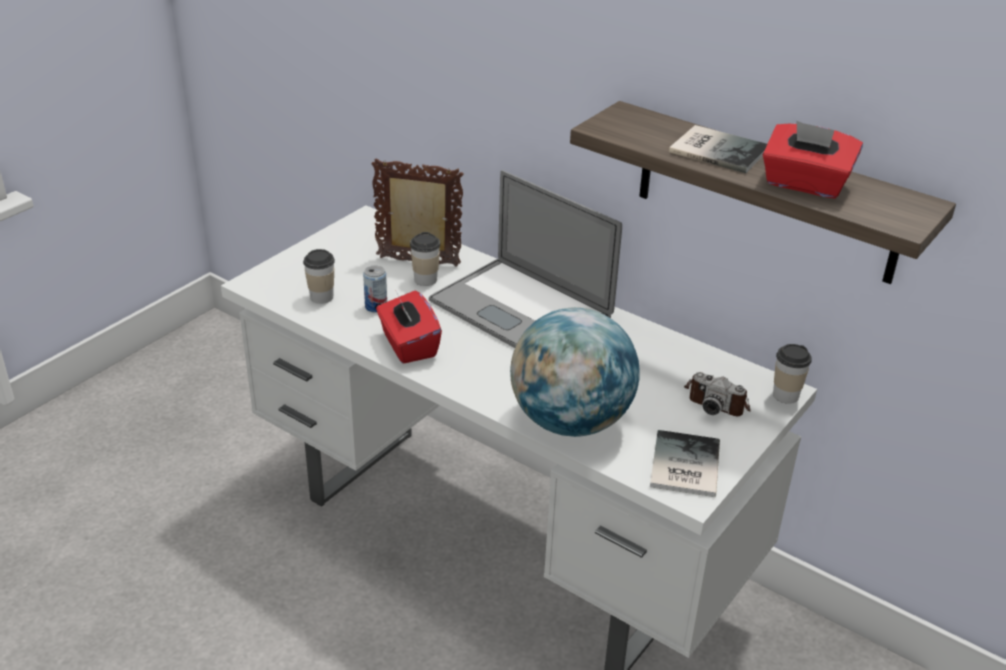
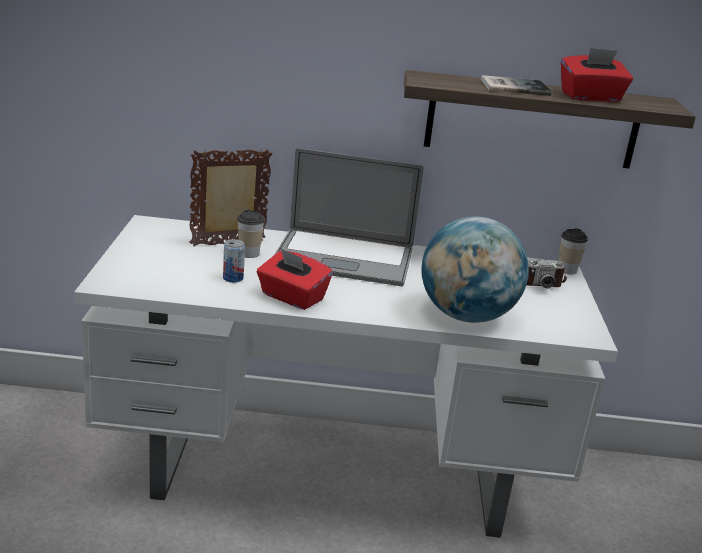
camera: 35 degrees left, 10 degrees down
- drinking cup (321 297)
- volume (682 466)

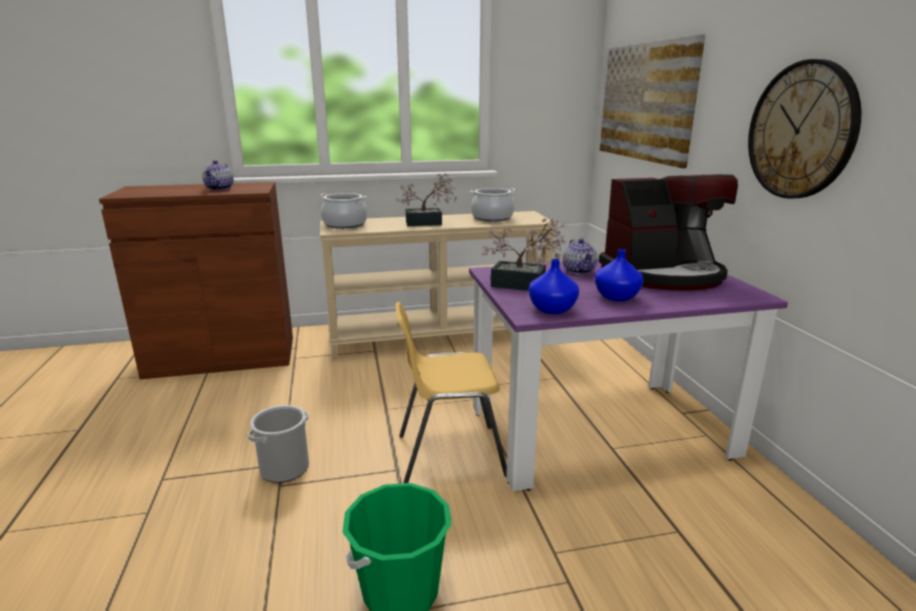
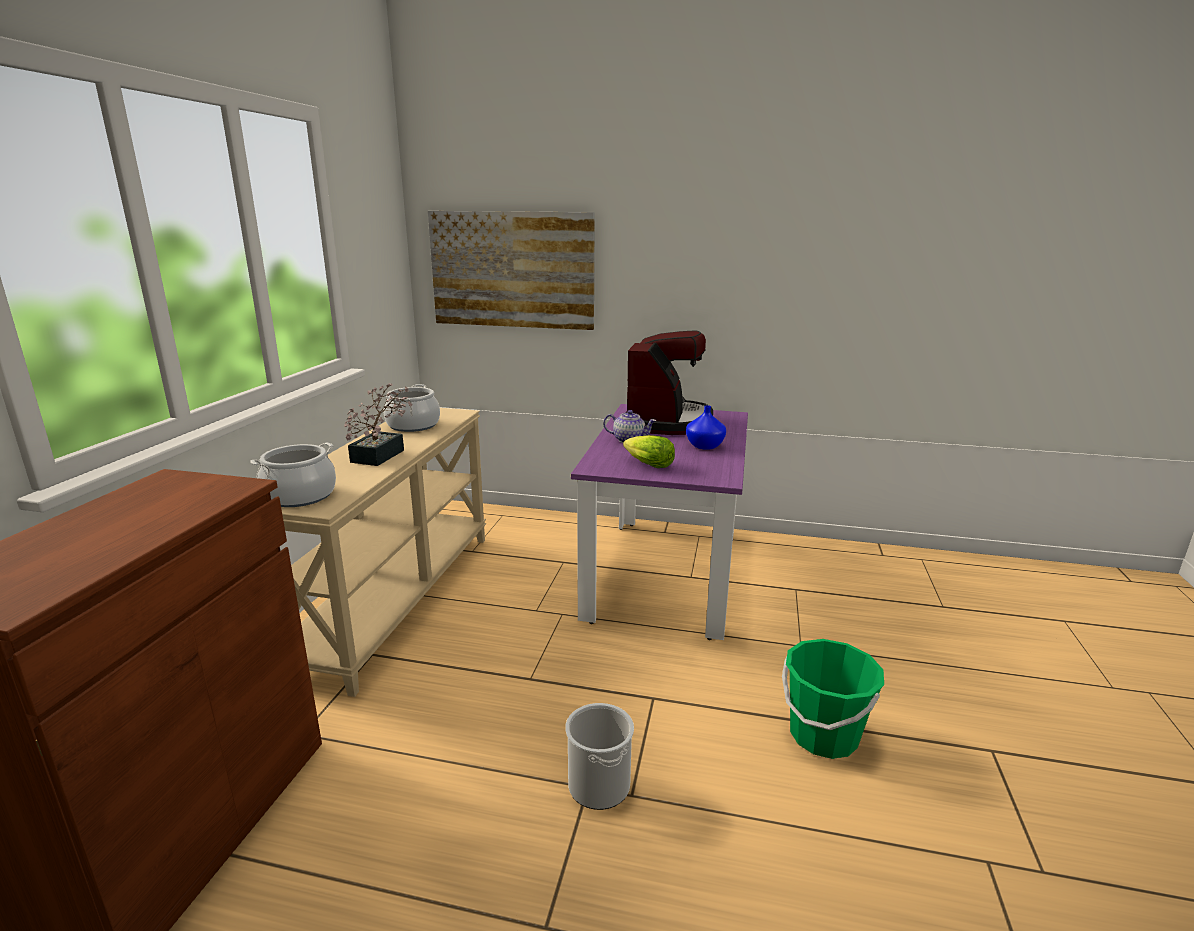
camera: 65 degrees left, 0 degrees up
- clock on the wall (801 131)
- pot for tea (220 188)
~ houseplant (524 285) to lettuce (648 465)
- bluish vase (552 310)
- yellowish upright chair (449 454)

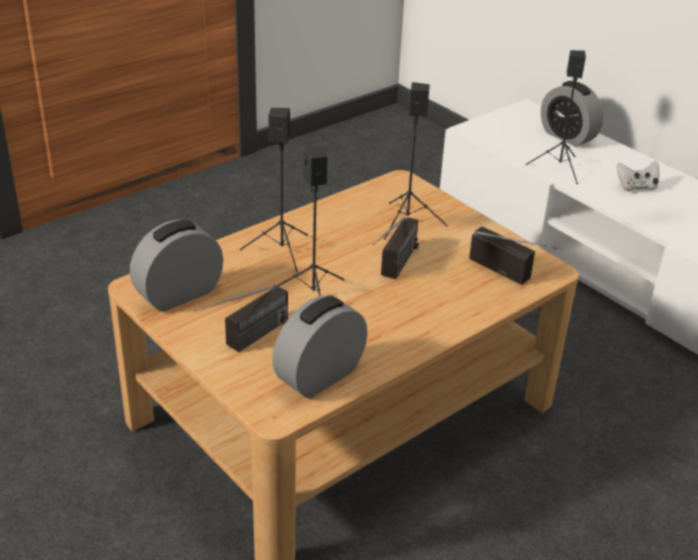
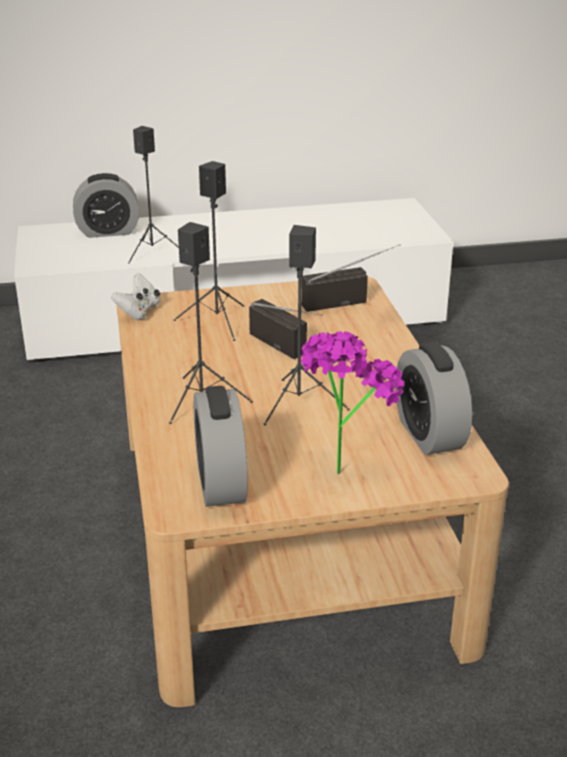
camera: 60 degrees left, 5 degrees down
~ white-coloured game controller (636 187) to (139 312)
~ radio set (245 342) to houseplant (343 462)

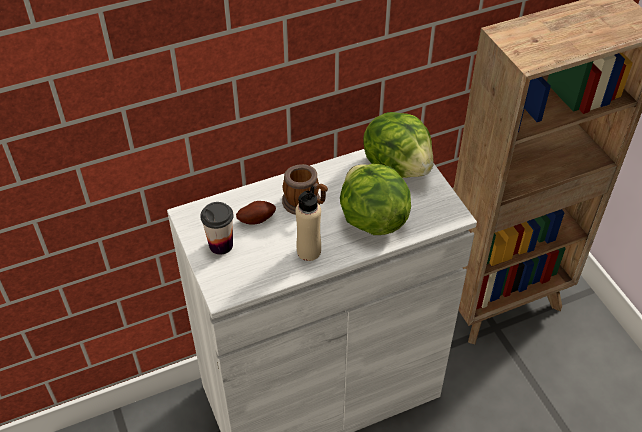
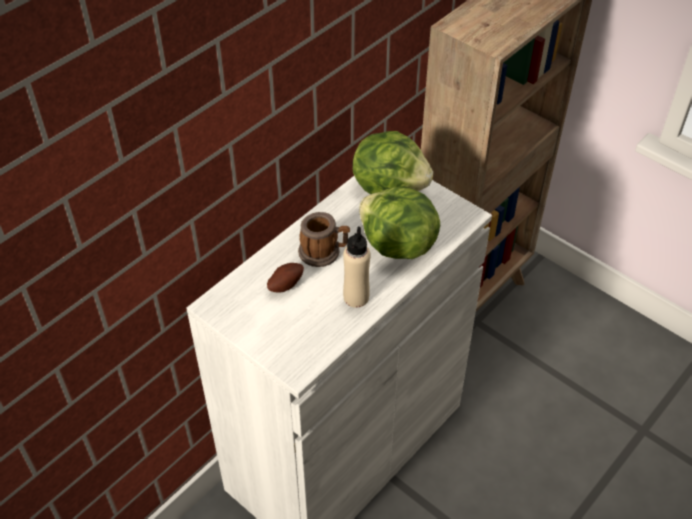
camera: 25 degrees left, 0 degrees up
- drinking cup (221 245)

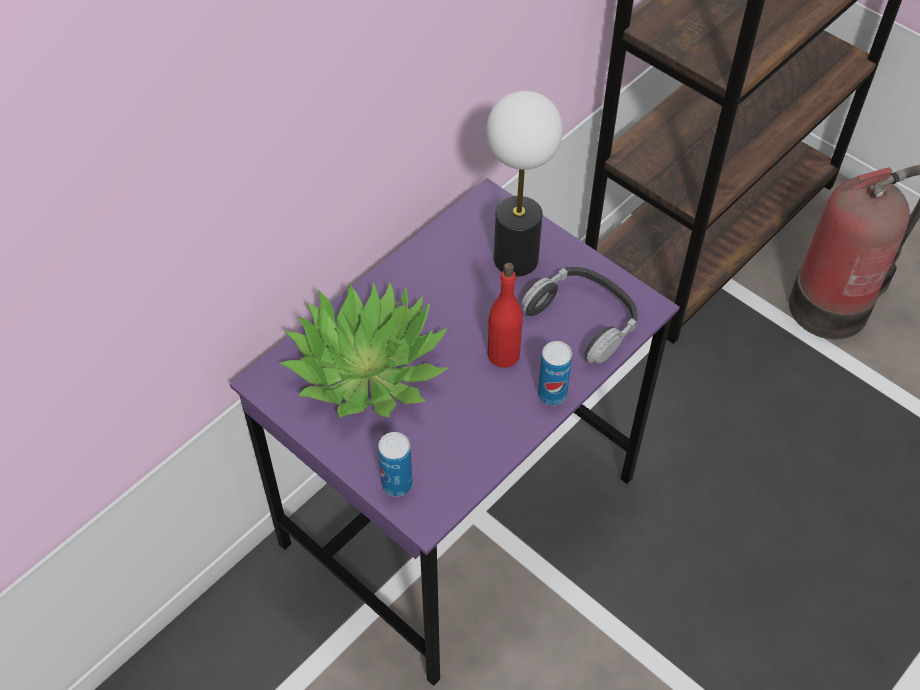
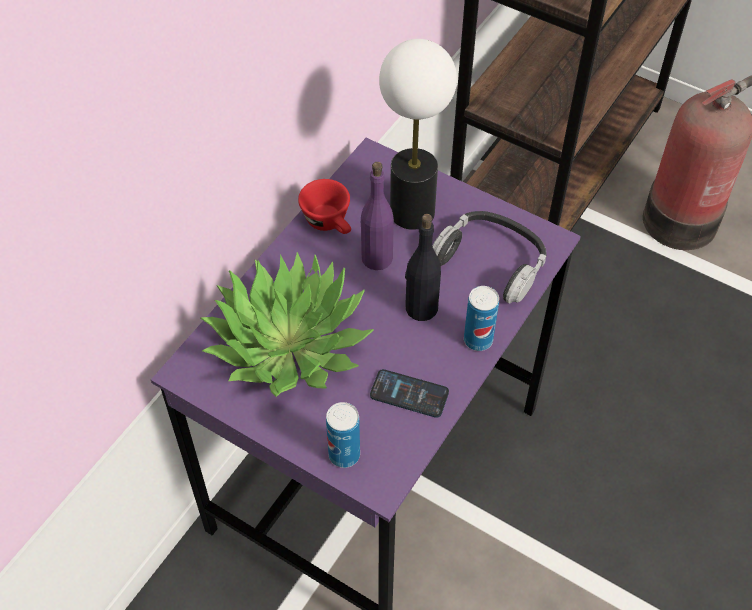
camera: 10 degrees left, 0 degrees up
~ reddish beverage bottle (503 354) to black-coloured beverage bottle (421 308)
+ purplish beverage bottle (376 258)
+ reddish drinking cup (330 223)
+ phone (409 394)

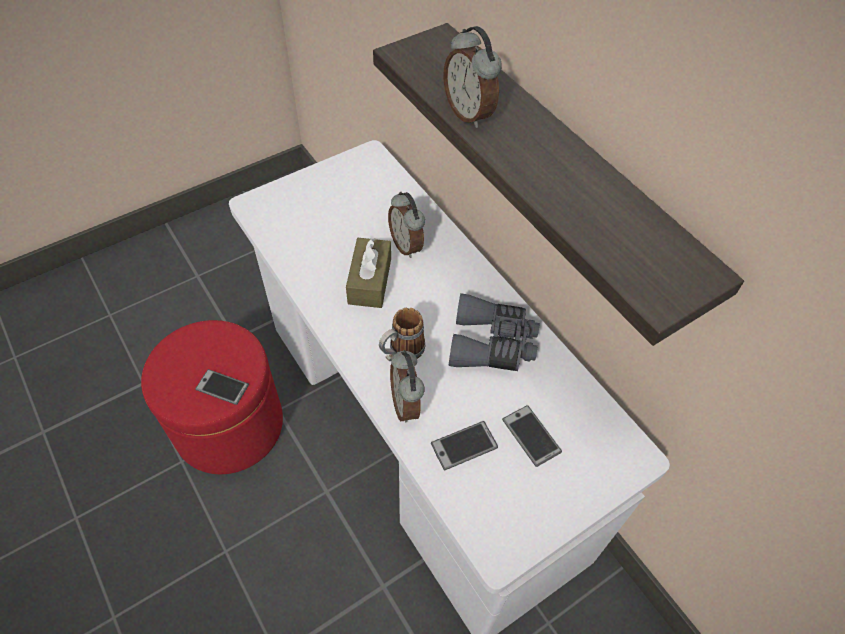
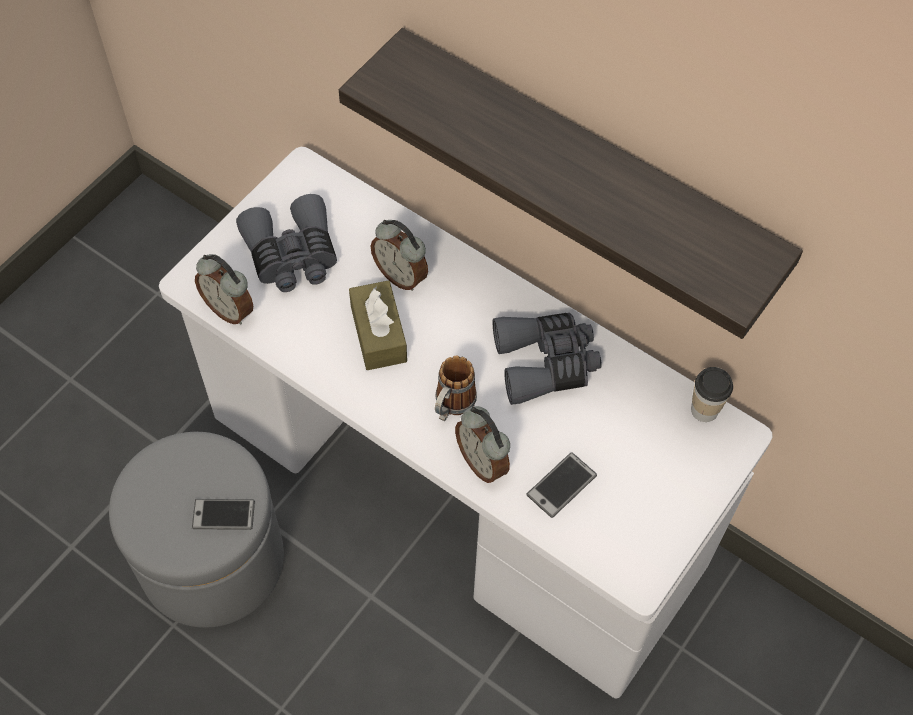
camera: 20 degrees left, 5 degrees up
~ bedside clock (469 113) to (230 309)
~ reddish footrest (229 425) to gray footrest (212 560)
- phone (531 436)
+ gray binoculars (292 255)
+ drinking cup (704 409)

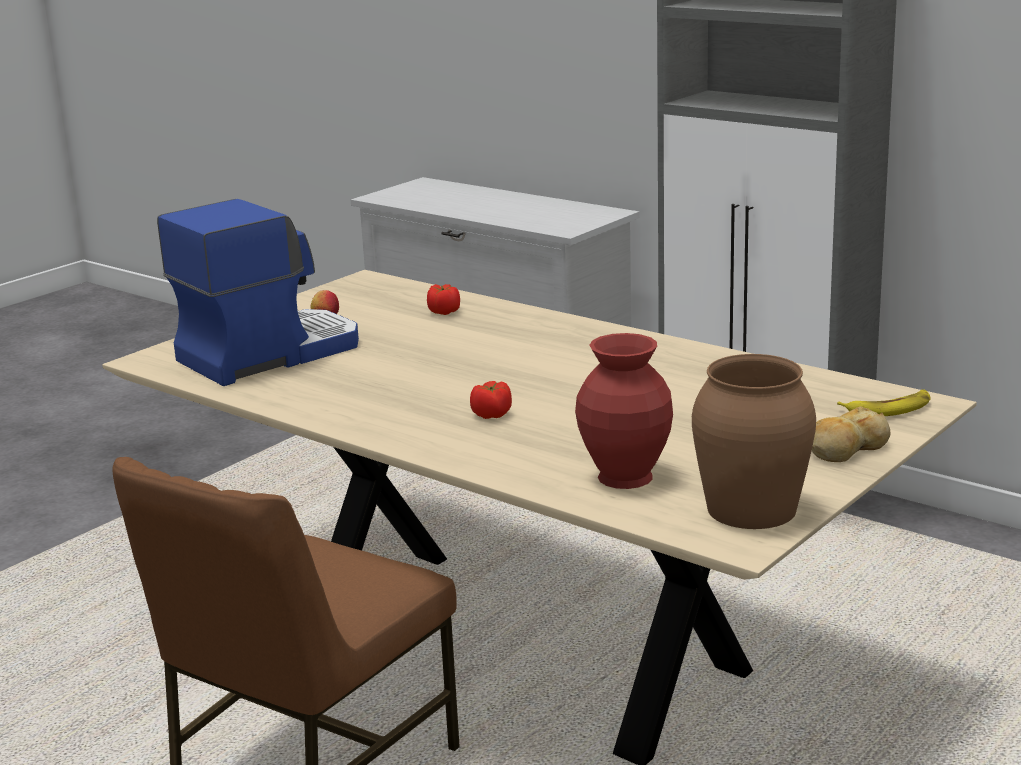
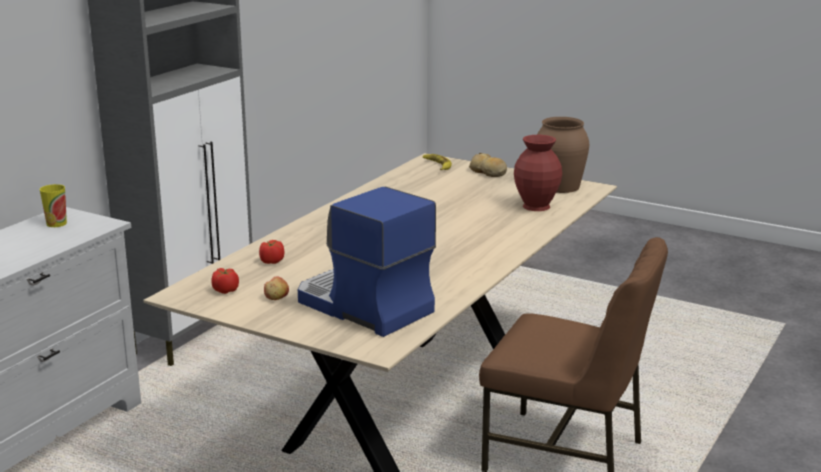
camera: 100 degrees left, 0 degrees up
~ fresh tomato (492 415) to (225 290)
+ drinking cup (56 223)

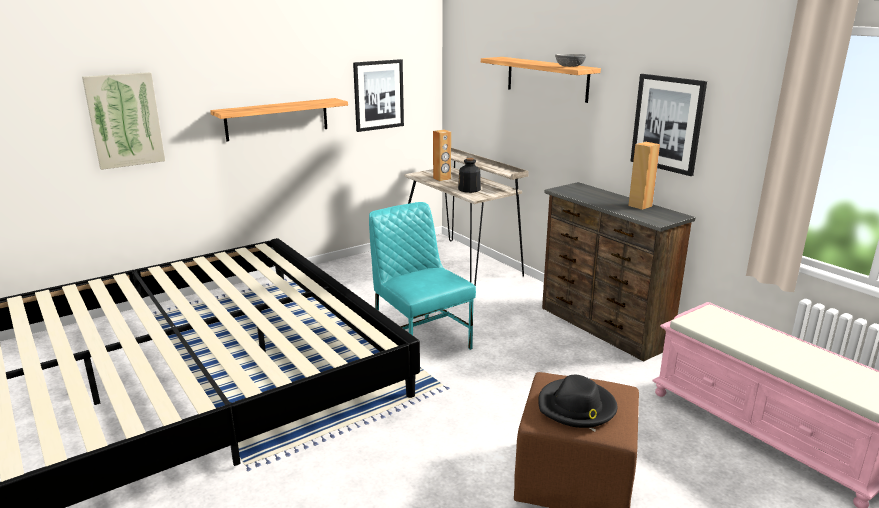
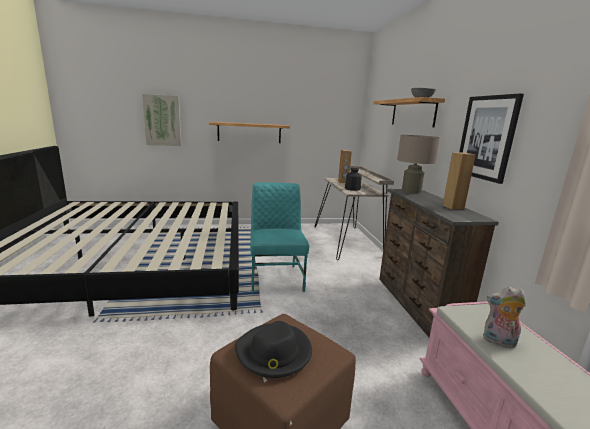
camera: 25 degrees right, 5 degrees down
- wall art (378 95)
+ beige tabletop lamp (411 191)
+ soft toy (498 341)

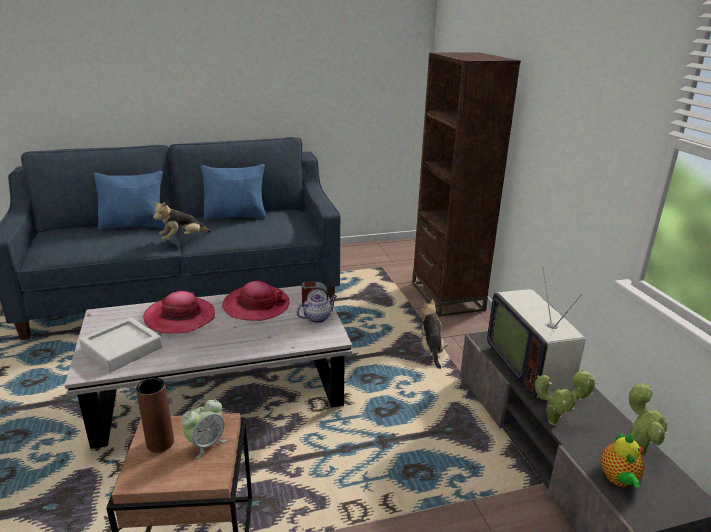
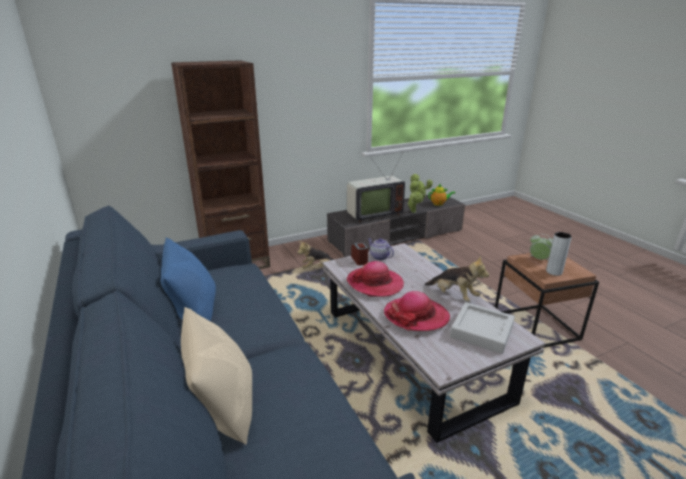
camera: 100 degrees left, 0 degrees up
~ bluish throw pillow (134 225) to beige throw pillow (222 407)
~ soft toy (182 239) to (454 295)
~ brown vase (160 443) to gray vase (554 272)

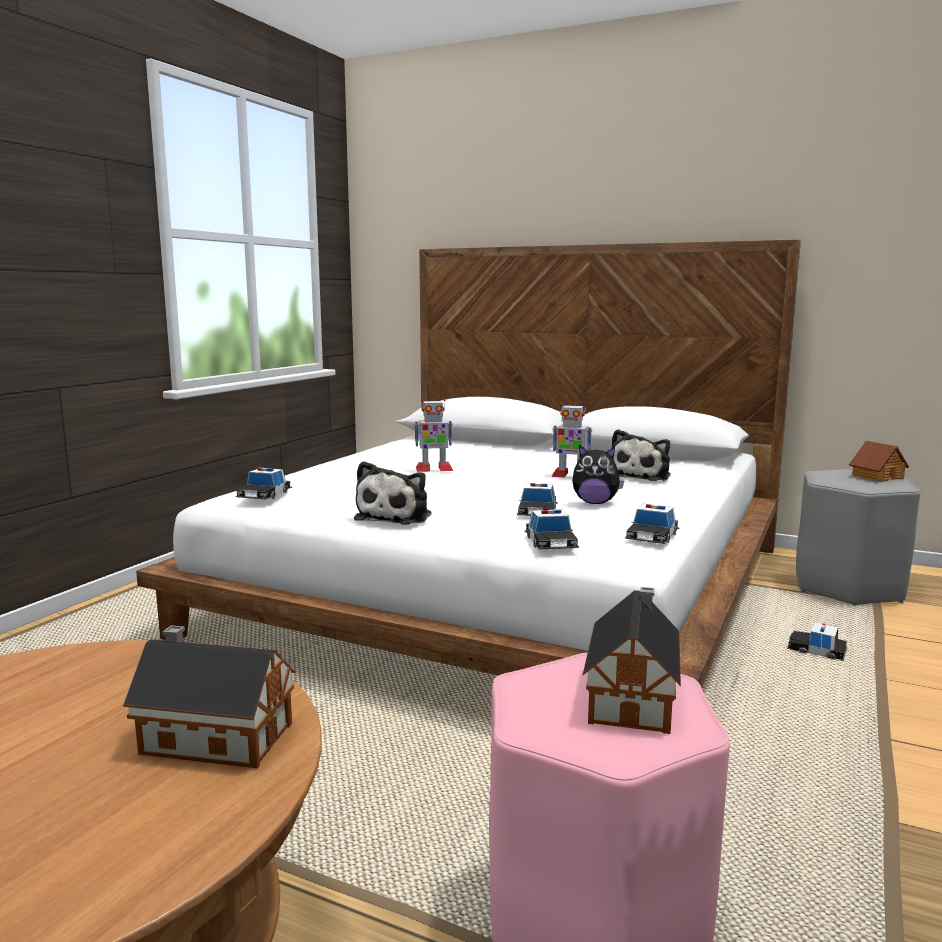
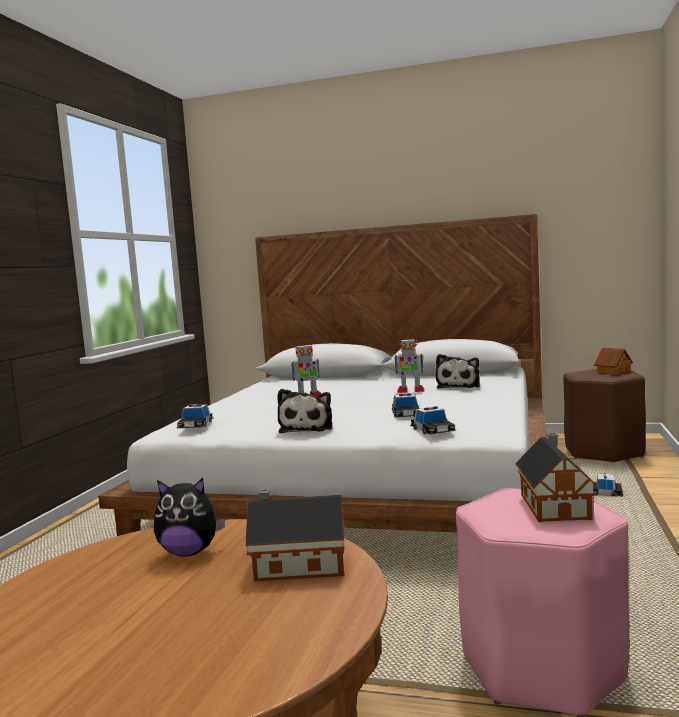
camera: 10 degrees left, 5 degrees down
~ soft toy (595 503) to (189 552)
~ gray sitting stool (848 587) to brown sitting stool (604 452)
- model car (652 536)

